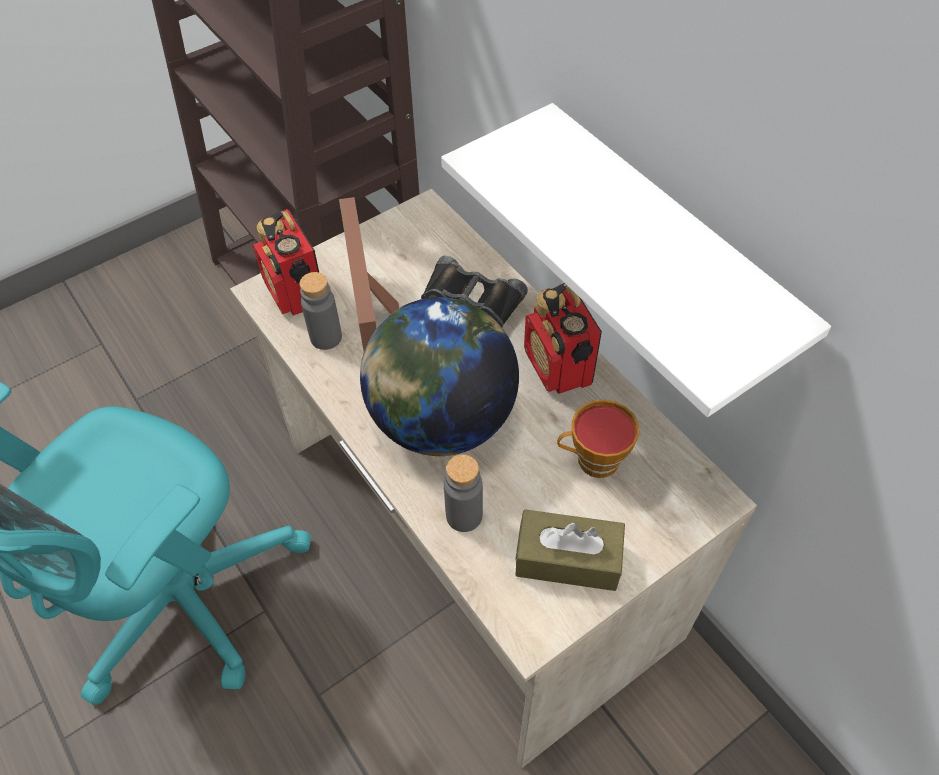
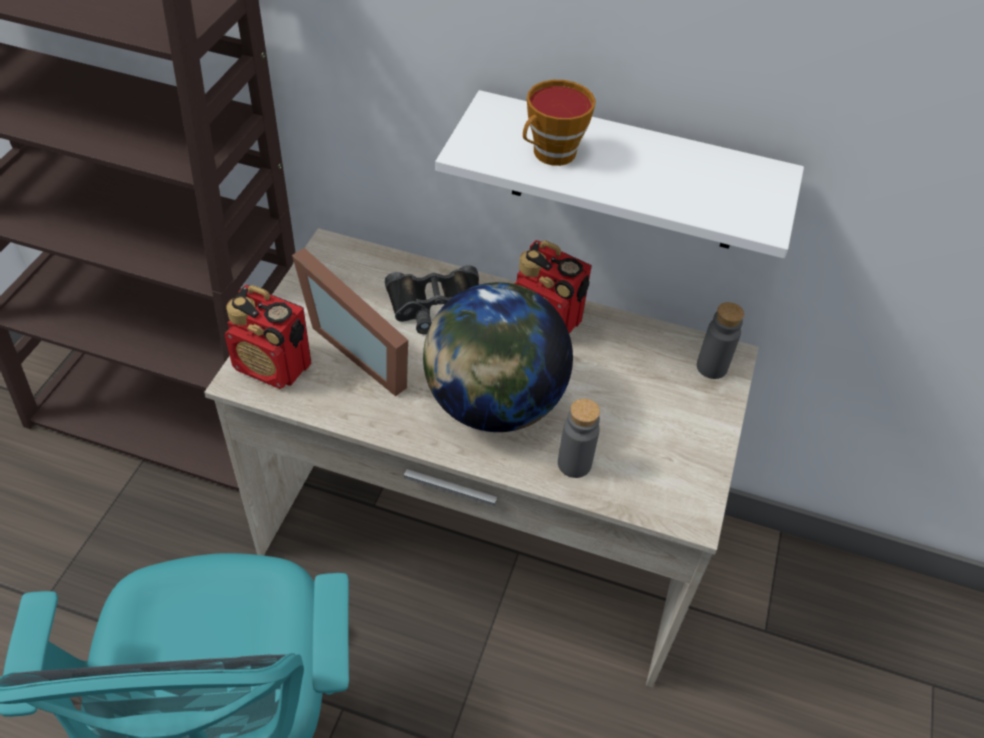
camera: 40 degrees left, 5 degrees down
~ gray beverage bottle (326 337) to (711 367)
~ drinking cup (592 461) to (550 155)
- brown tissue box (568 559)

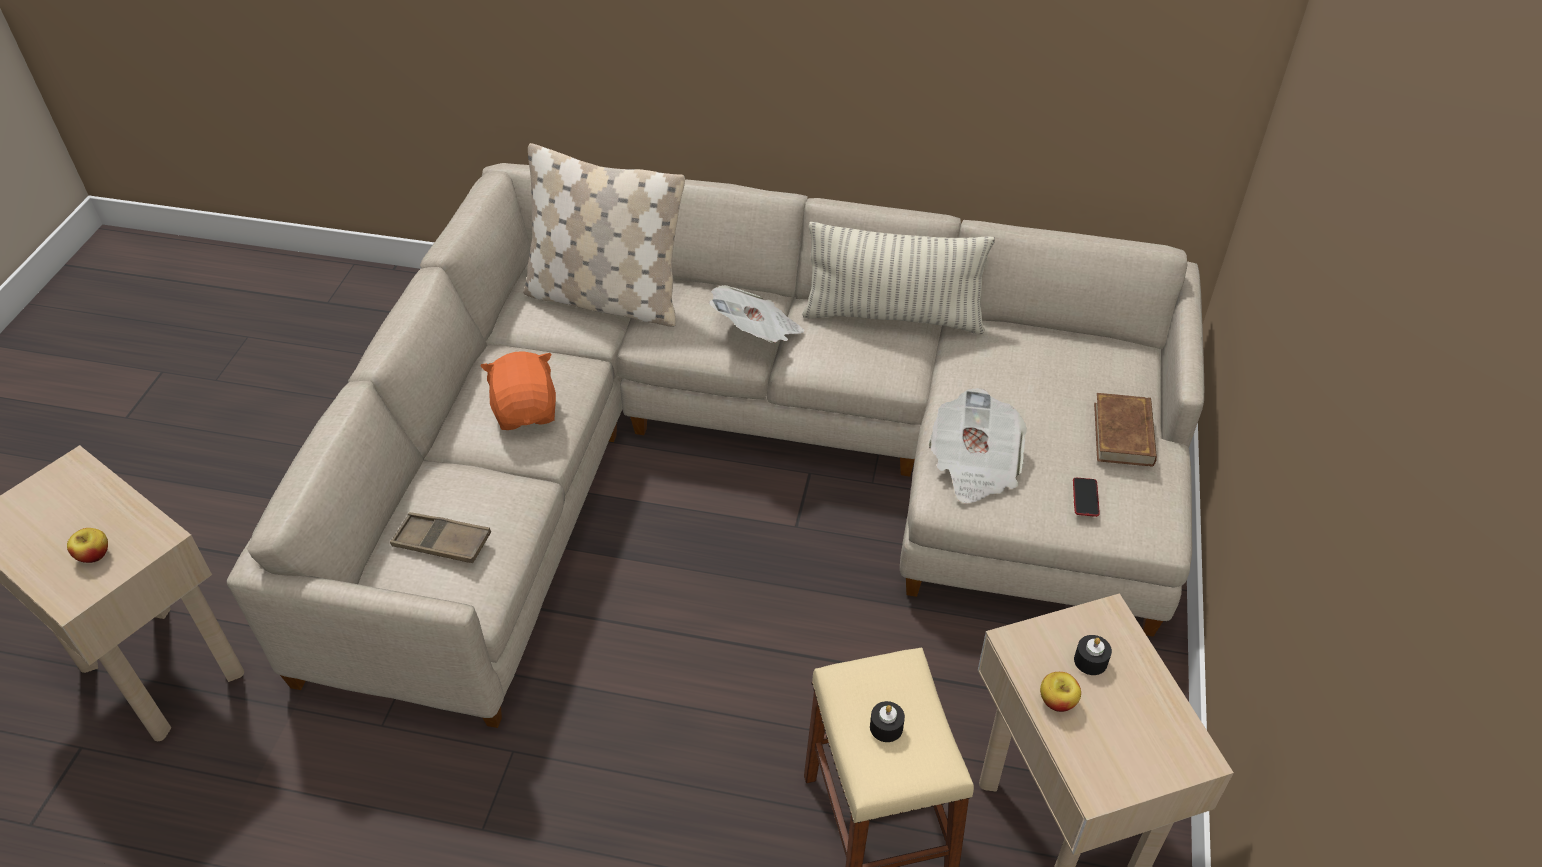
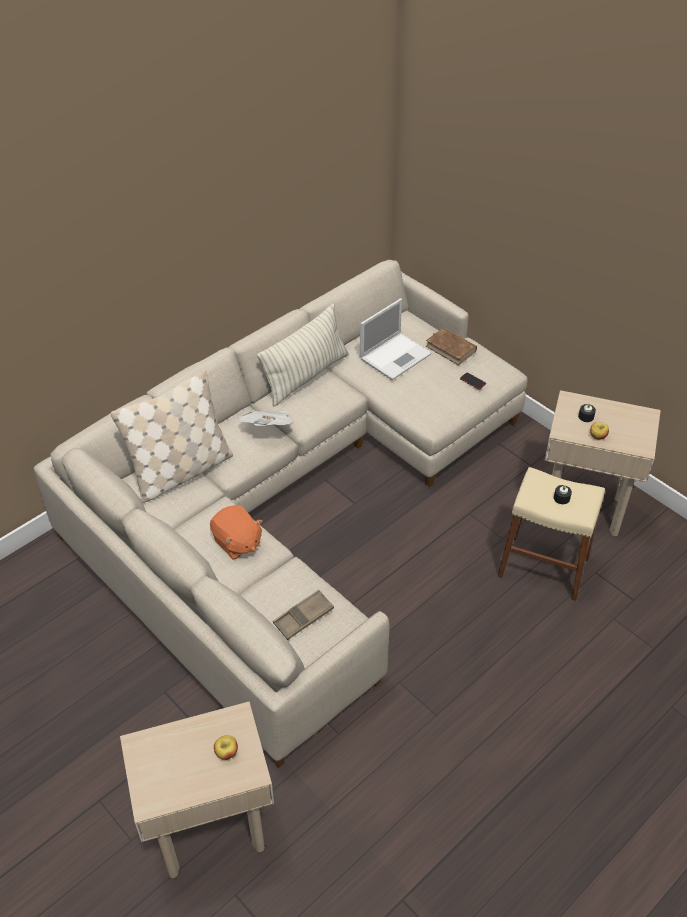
camera: 55 degrees left, 0 degrees up
~ orangey soft toy (526 411) = (237 543) 150 degrees counterclockwise
- printed paper (974 465)
+ notebook computer (396 355)

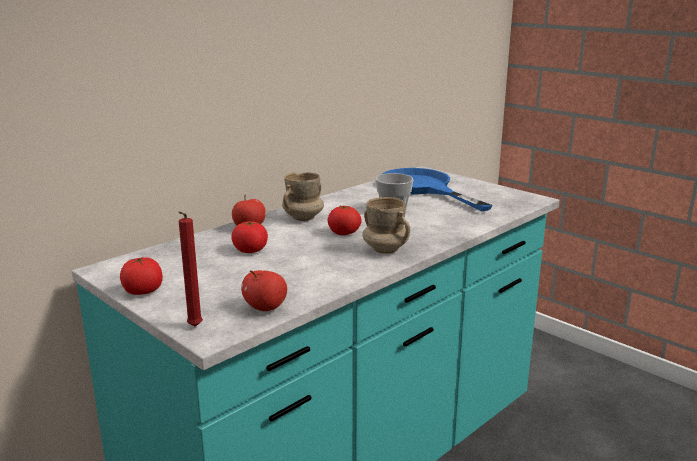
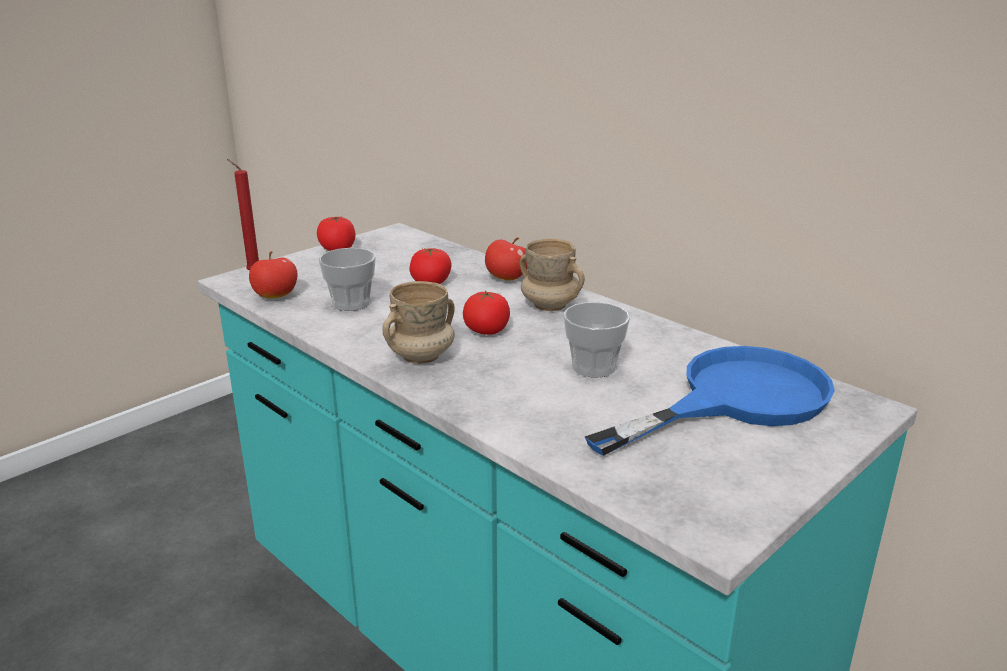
camera: 90 degrees right, 5 degrees up
+ drinking cup (350 303)

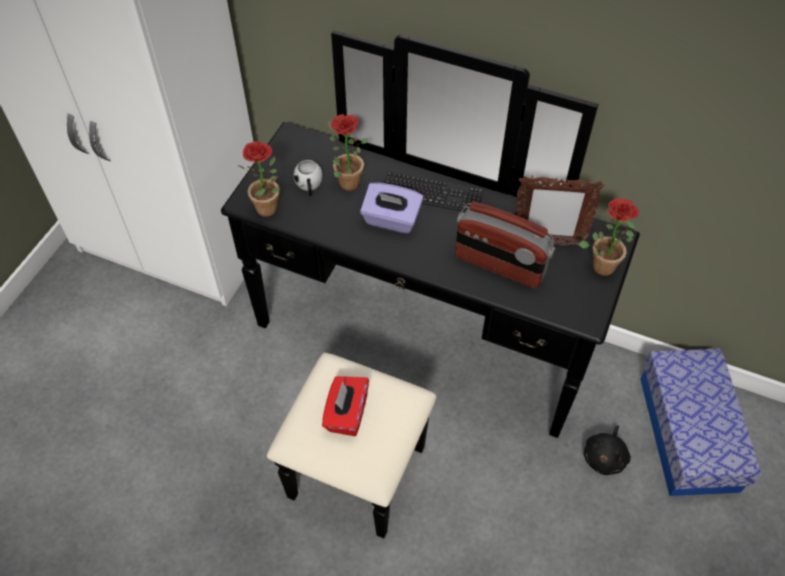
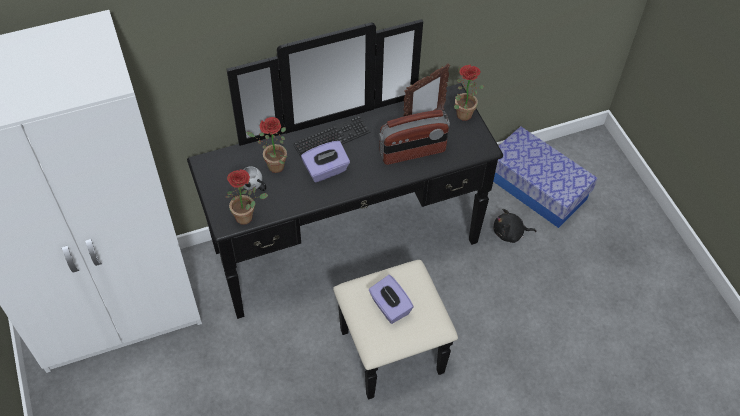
camera: 45 degrees left, 0 degrees up
~ reddish tissue box (346 414) to purplish tissue box (389 307)
~ black-coloured soft toy (605 457) = (510 233) 105 degrees clockwise

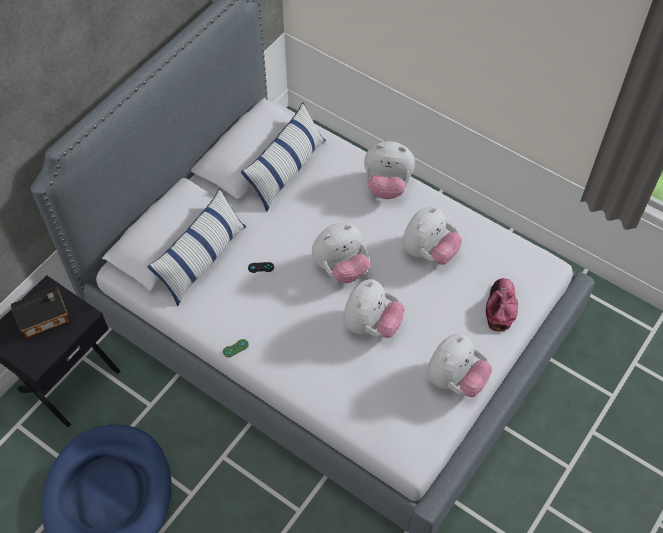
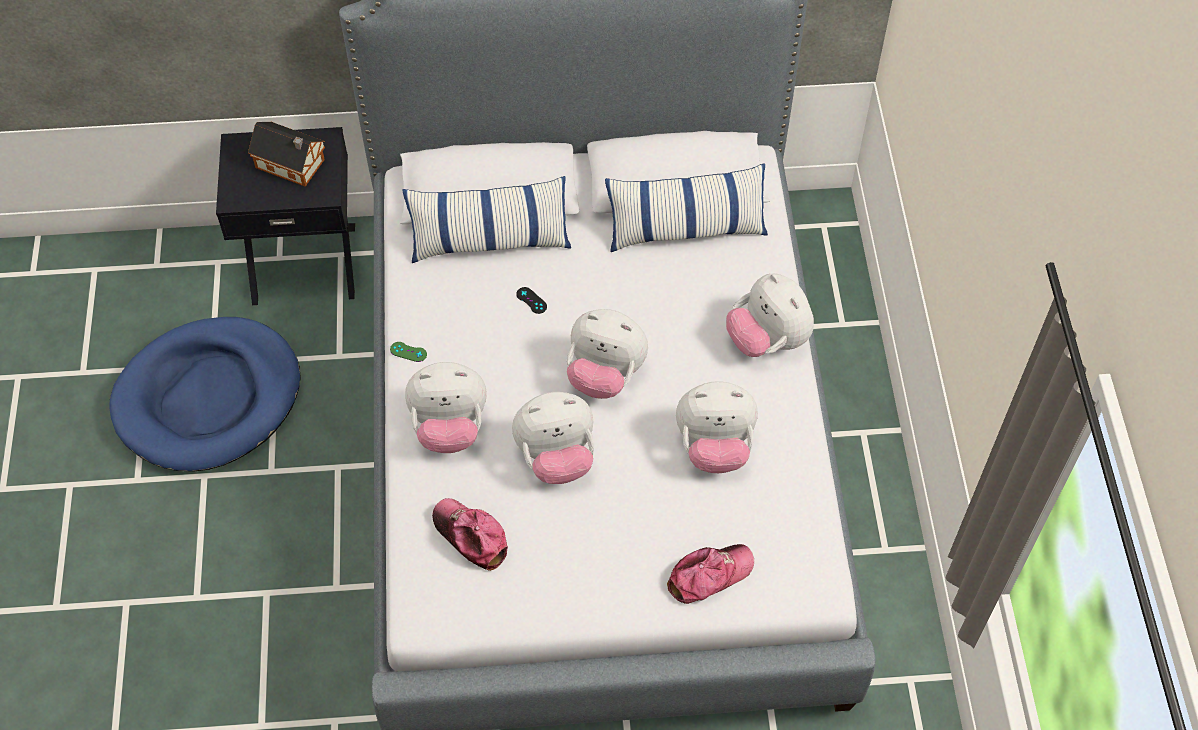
camera: 50 degrees right, 0 degrees up
~ soft toy (455 379) to (449 427)
+ cap (471 536)

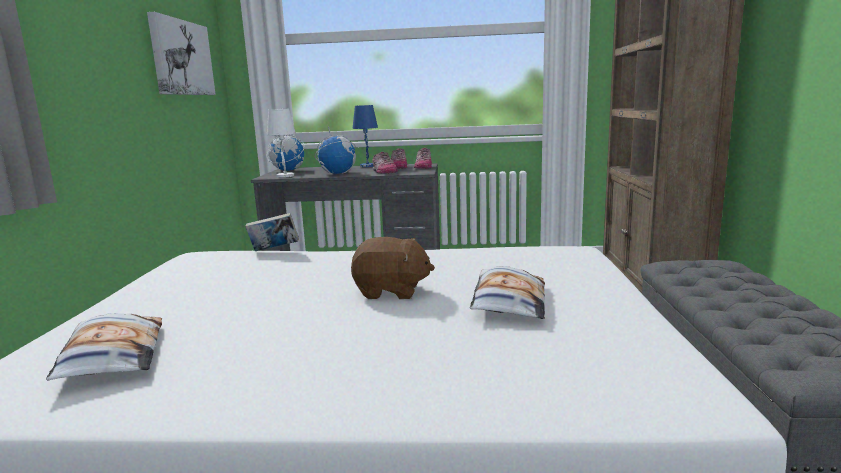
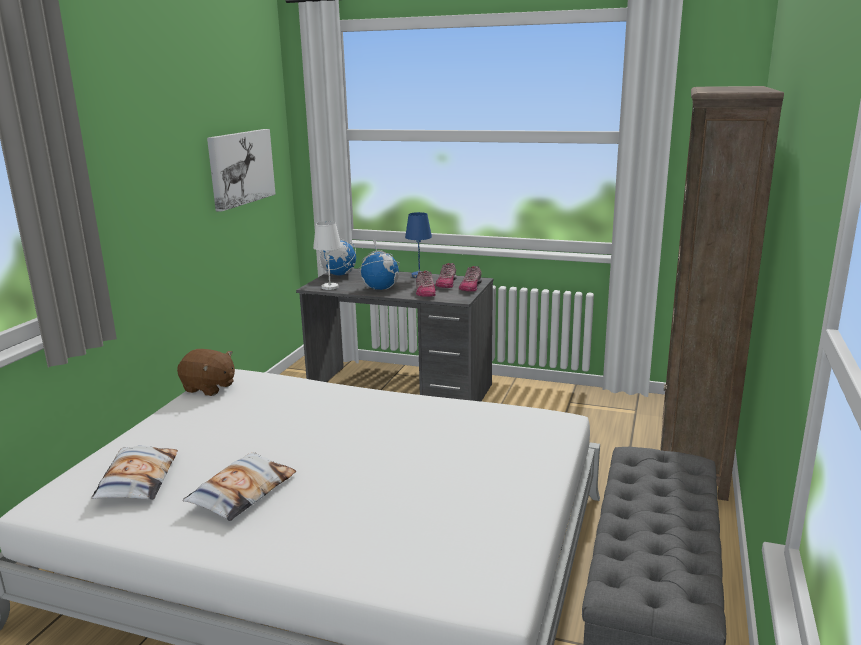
camera: 15 degrees right, 5 degrees up
- volume (274 250)
~ brown soft toy (391 291) to (209 388)
~ throw pillow (508 302) to (242 492)

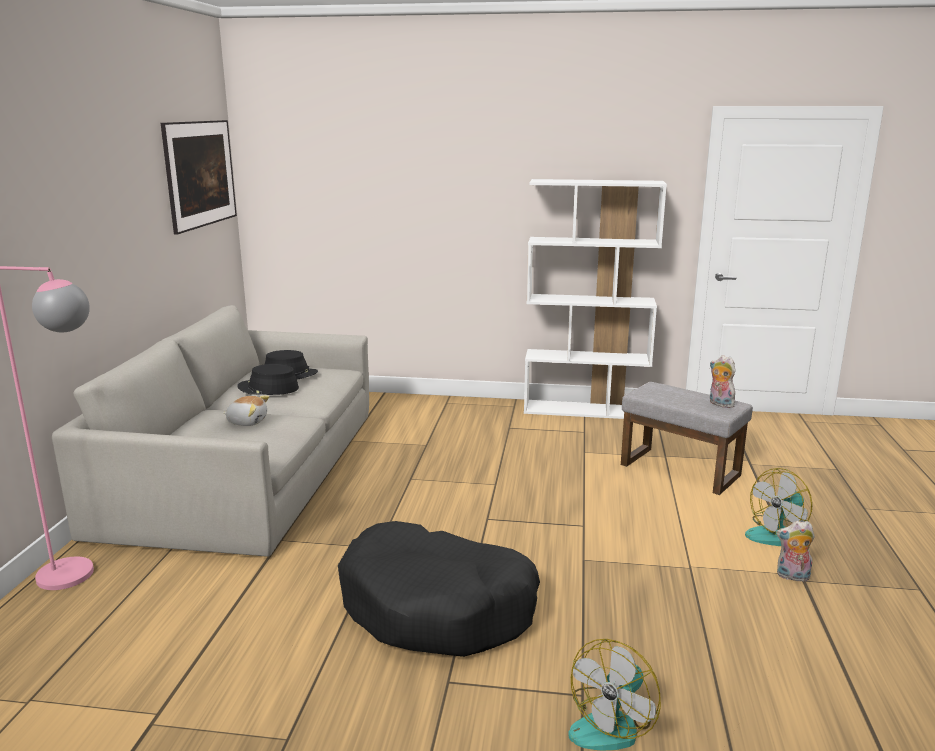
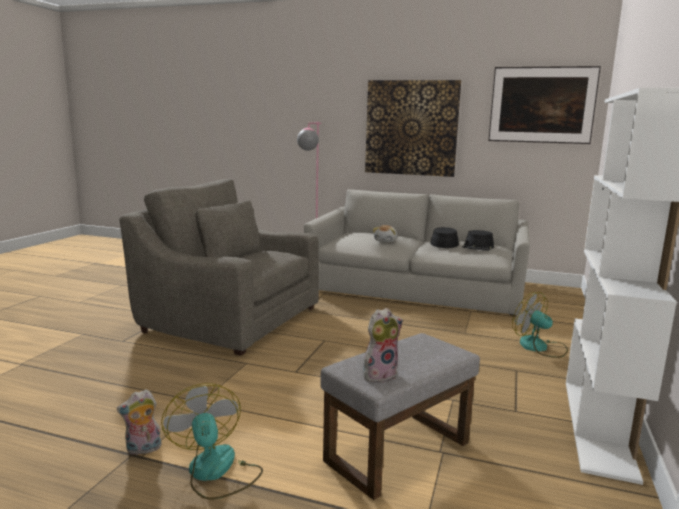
camera: 100 degrees right, 5 degrees down
~ black-coloured dog cushion (438 608) to gray lounge chair (229 319)
~ soft toy (792 577) = (143 450) 135 degrees counterclockwise
~ fan (612 724) to (539 347)
+ wall art (411 128)

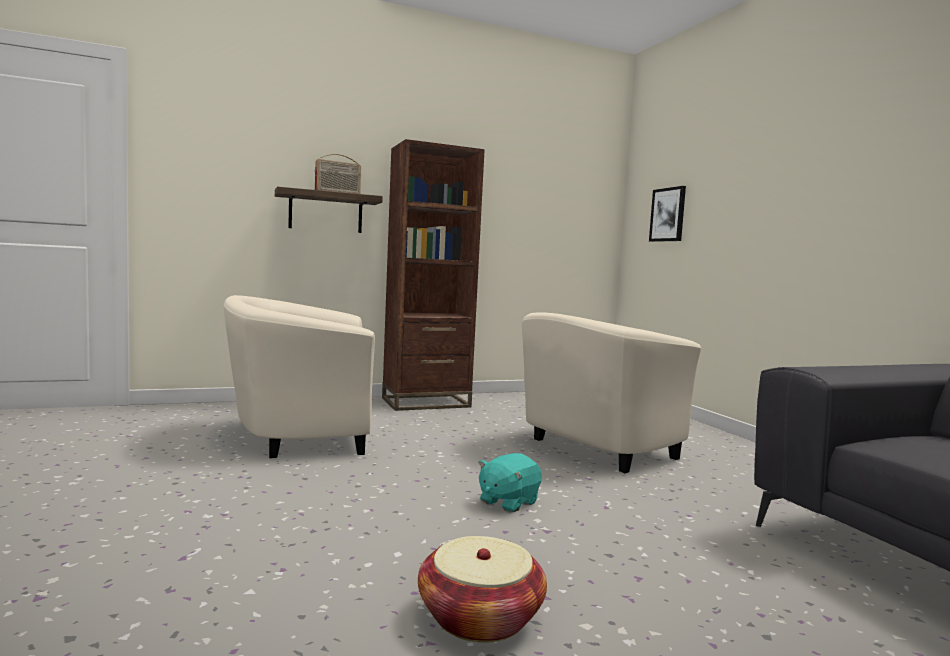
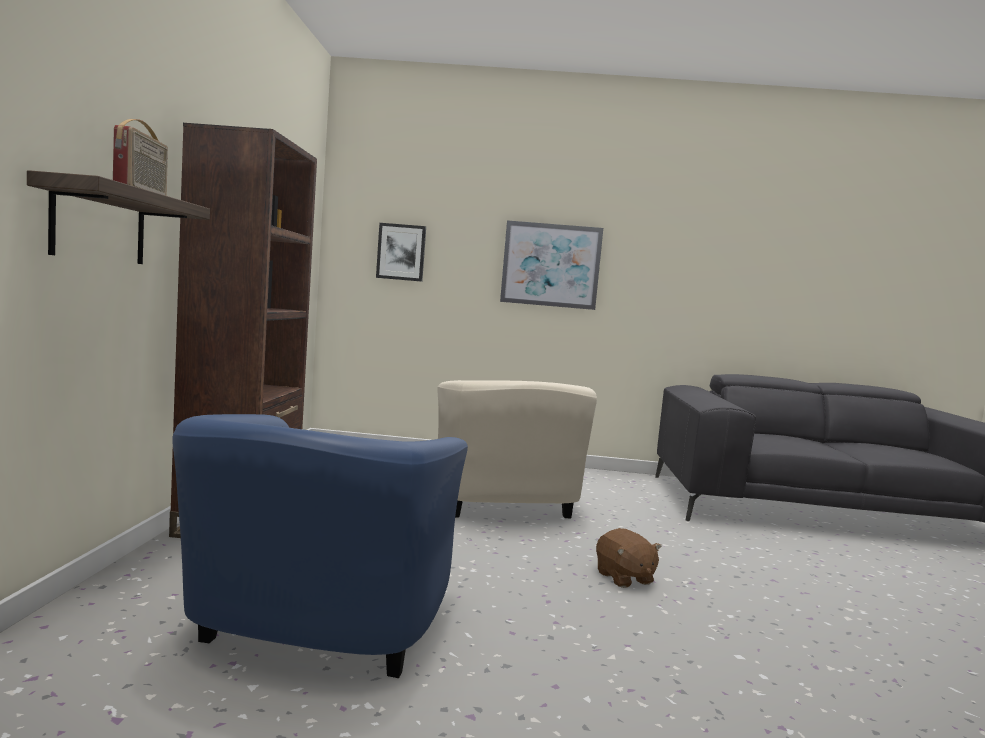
camera: 65 degrees left, 0 degrees up
~ beige lounge chair (299 437) to bluish lounge chair (314 636)
~ turquoise-coloured soft toy (507 502) to brown soft toy (624 578)
- storage basket (480 617)
+ wall art (551 265)

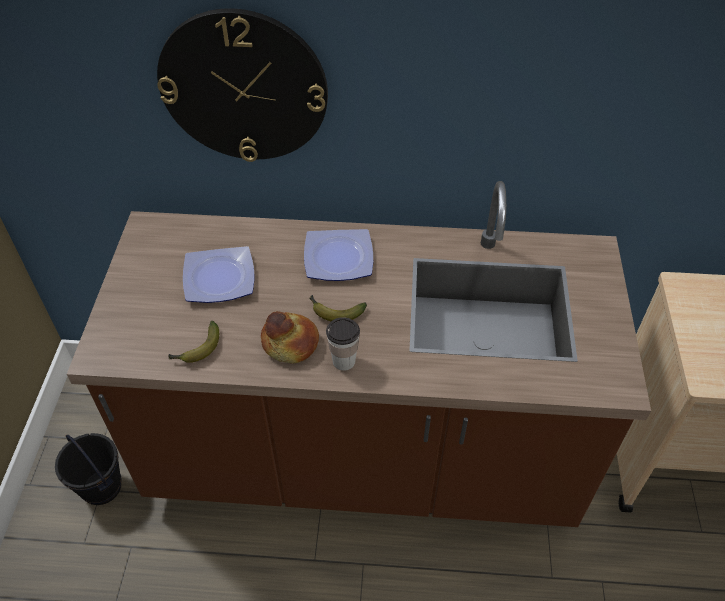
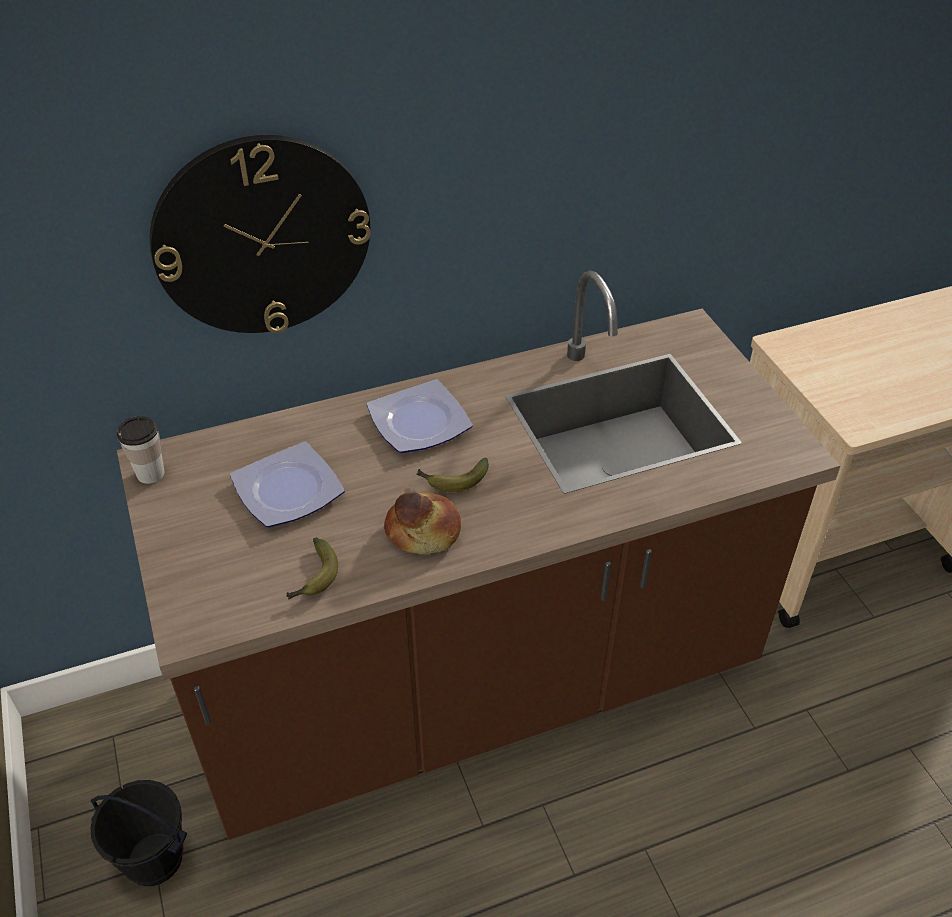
camera: 25 degrees left, 5 degrees down
~ drinking cup (343 361) to (150 474)

